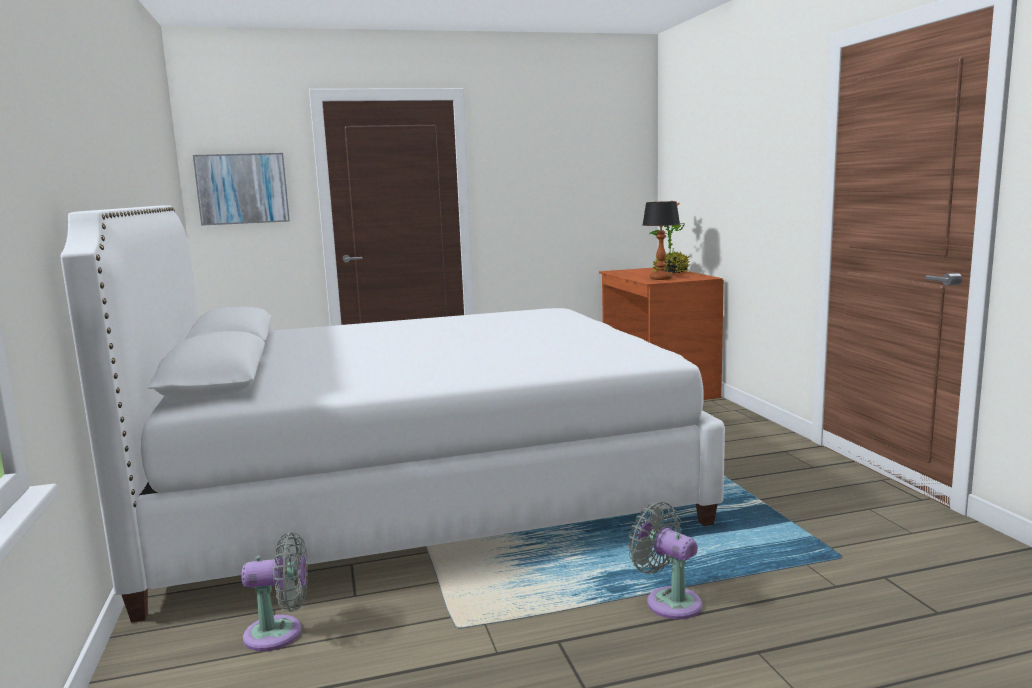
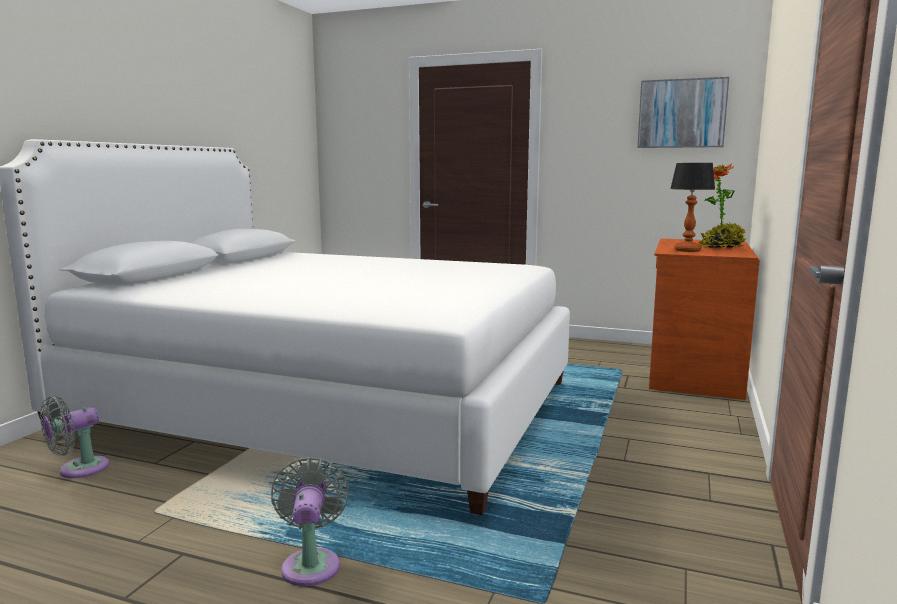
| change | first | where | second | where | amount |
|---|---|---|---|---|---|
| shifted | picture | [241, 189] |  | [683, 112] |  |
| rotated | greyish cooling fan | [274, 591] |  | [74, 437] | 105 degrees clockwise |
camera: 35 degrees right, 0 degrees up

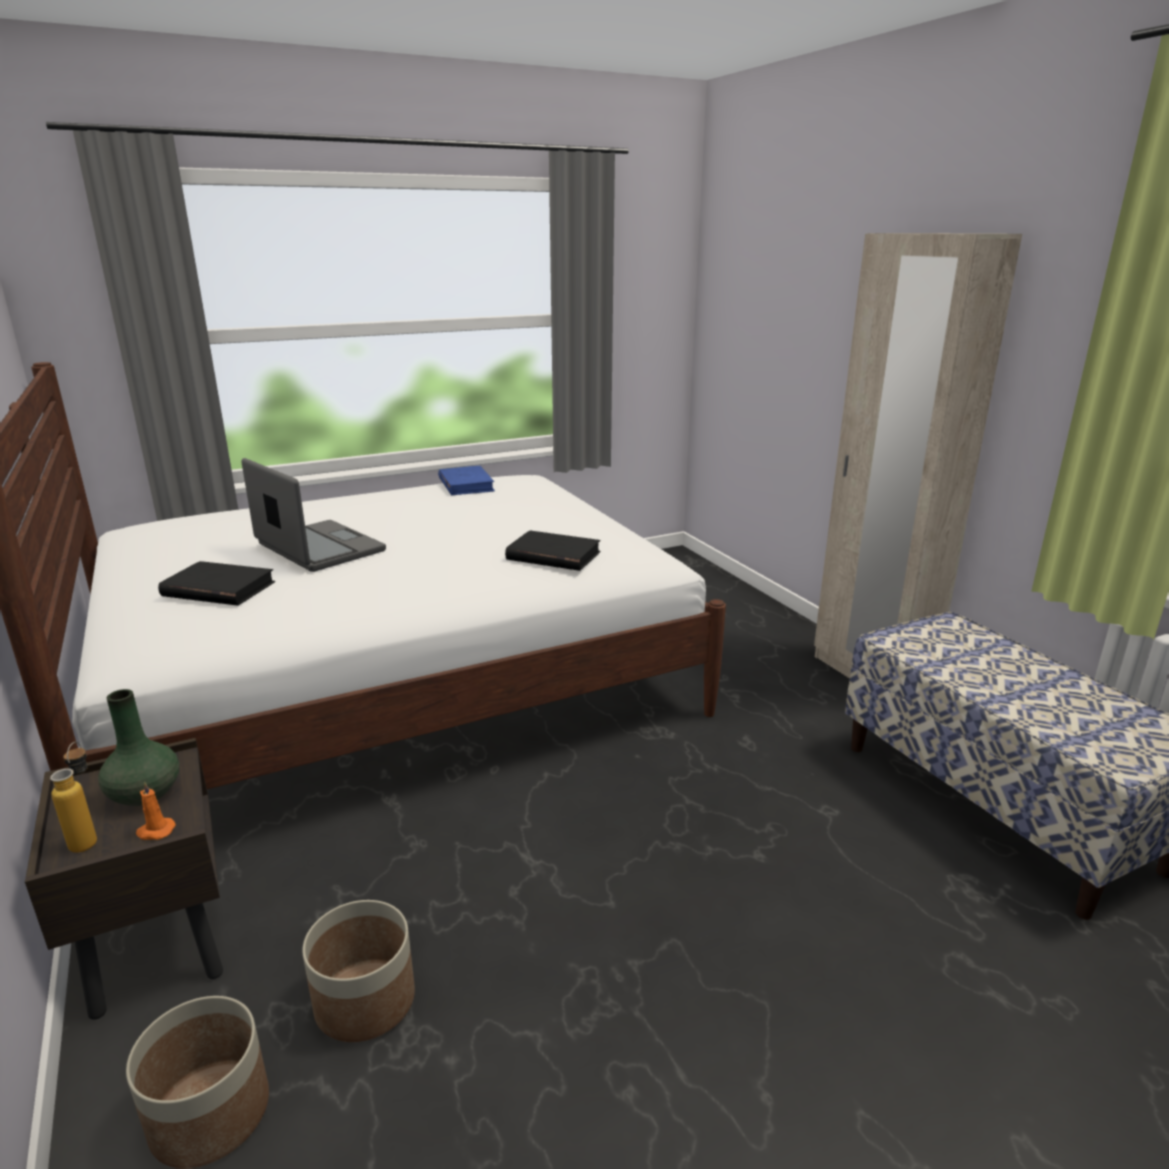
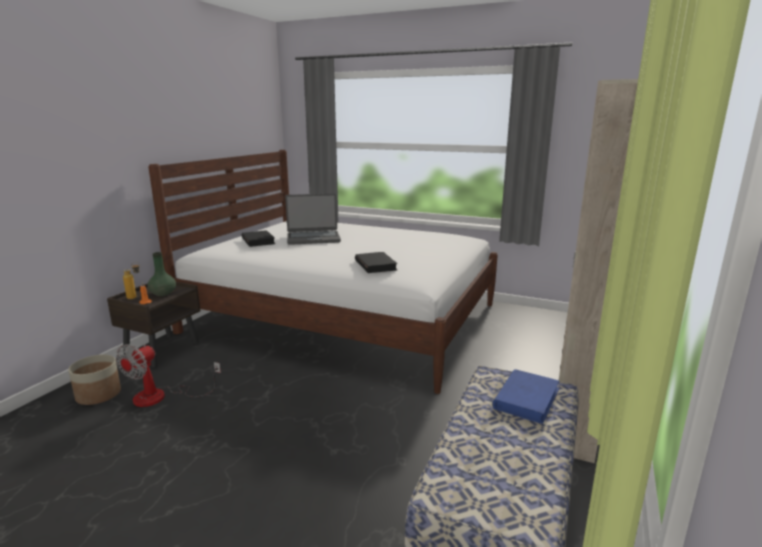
| change | first | where | second | where | amount |
|---|---|---|---|---|---|
| rotated | portable computer | [313, 515] |  | [313, 219] | 75 degrees clockwise |
| swapped | flower pot | [358, 971] | cooling fan | [168, 375] |  |
| shifted | blue-coloured bound book | [466, 480] |  | [525, 396] |  |
camera: 50 degrees right, 5 degrees down

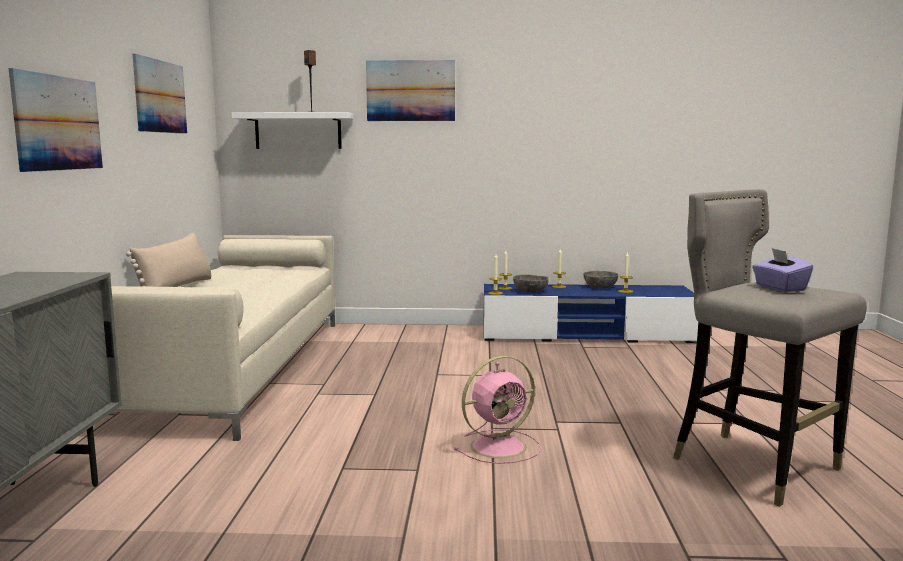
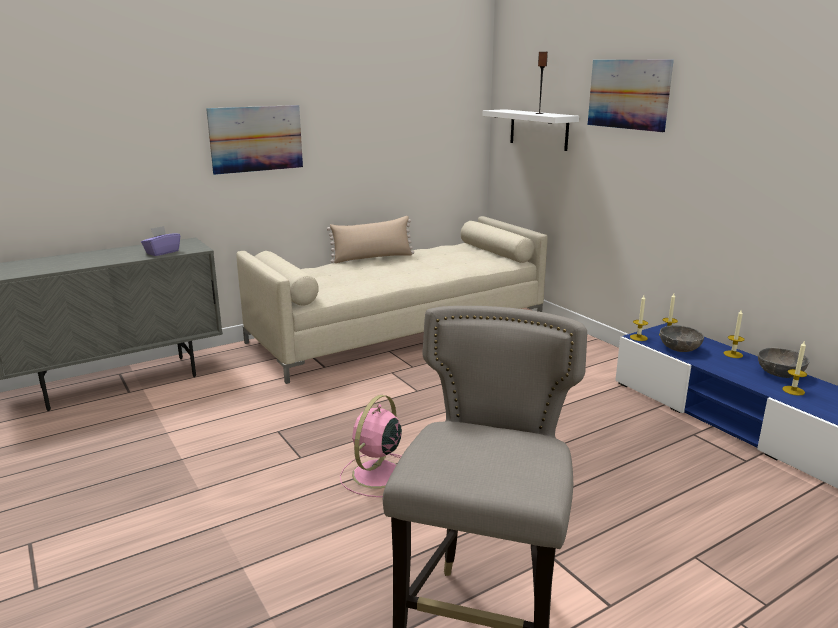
| change | first | where | second | where | amount |
|---|---|---|---|---|---|
| gone | picture | [160, 94] |  |  |  |
| rotated | pink cooling fan | [497, 410] |  | [371, 446] | 90 degrees clockwise |
| shifted | purple box of tissues | [782, 270] |  | [160, 241] |  |
camera: 55 degrees right, 10 degrees up

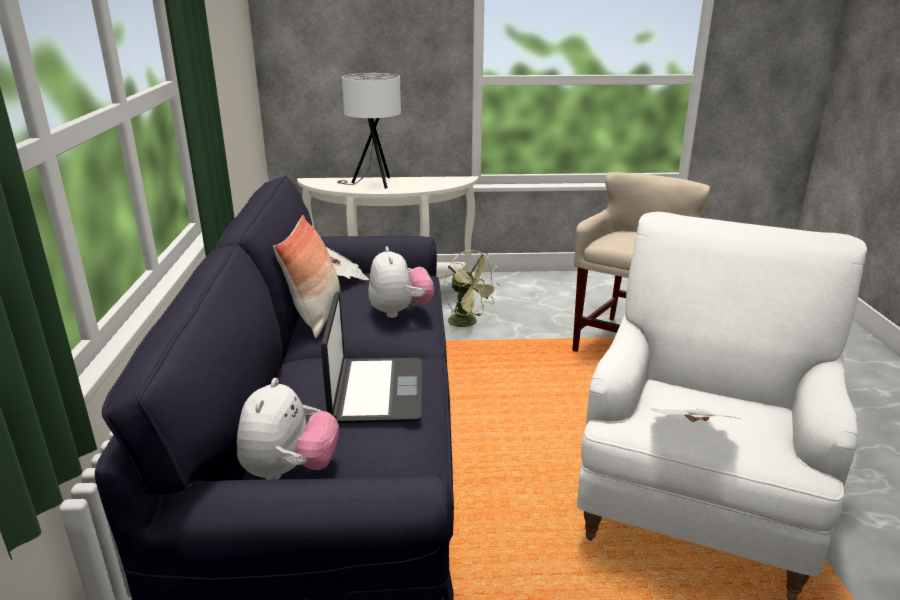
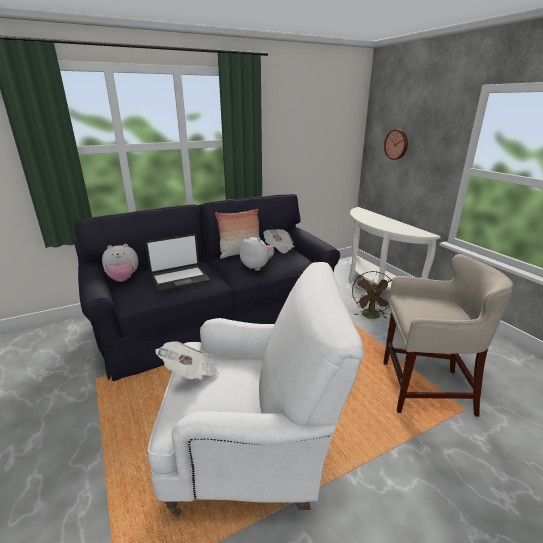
| change | first | where | second | where | amount |
|---|---|---|---|---|---|
| gone | white table lamp | [369, 131] |  |  |  |
| rotated | plush toy | [401, 282] |  | [257, 253] | 105 degrees counterclockwise |
| repainted | greenish cooling fan | [471, 291] | brown cooling fan | [372, 295] |  |
| new |  |  | hanging clock | [396, 144] |  |
camera: 65 degrees right, 0 degrees up

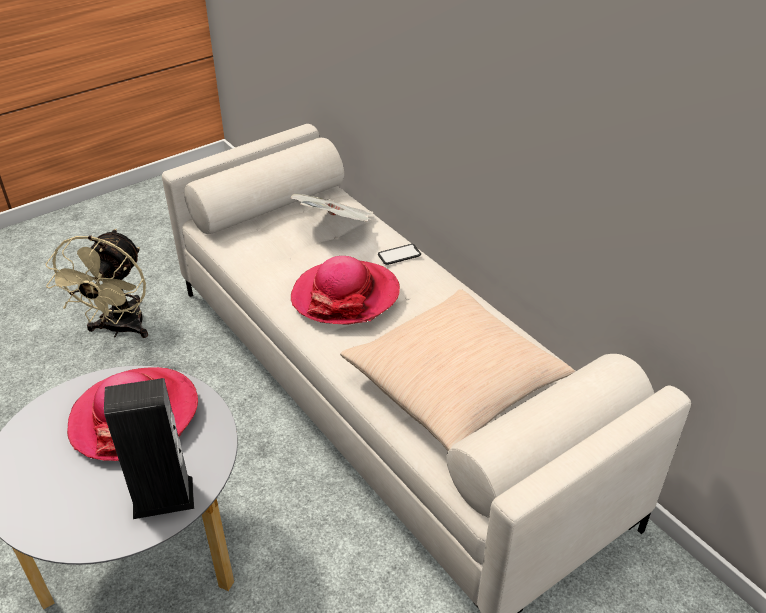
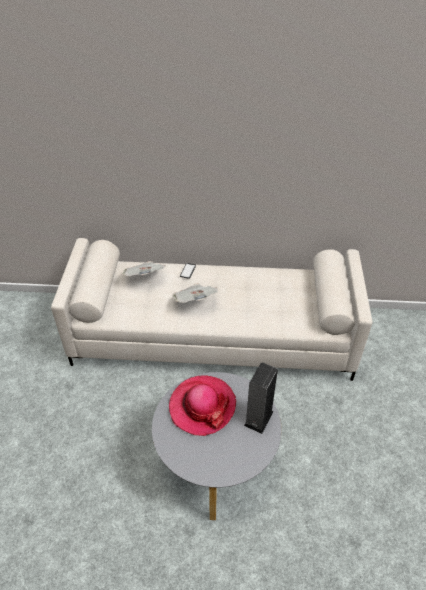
| change | first | where | second | where | amount |
|---|---|---|---|---|---|
| gone | sand-coloured cooling fan | [97, 283] |  |  |  |
| swapped | hat | [345, 290] | daily paper | [195, 293] |  |
| gone | sand-coloured throw pillow | [457, 370] |  |  |  |
camera: 50 degrees left, 5 degrees up

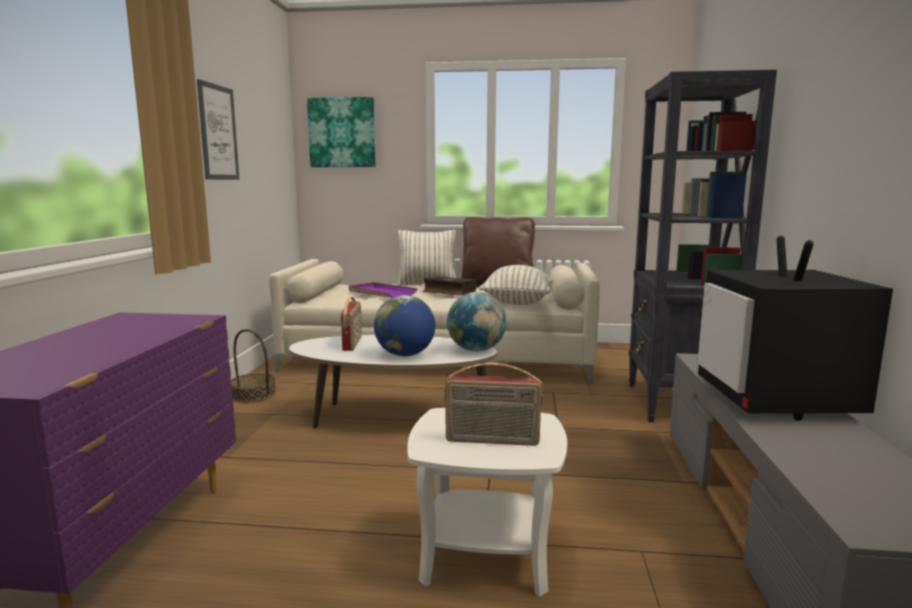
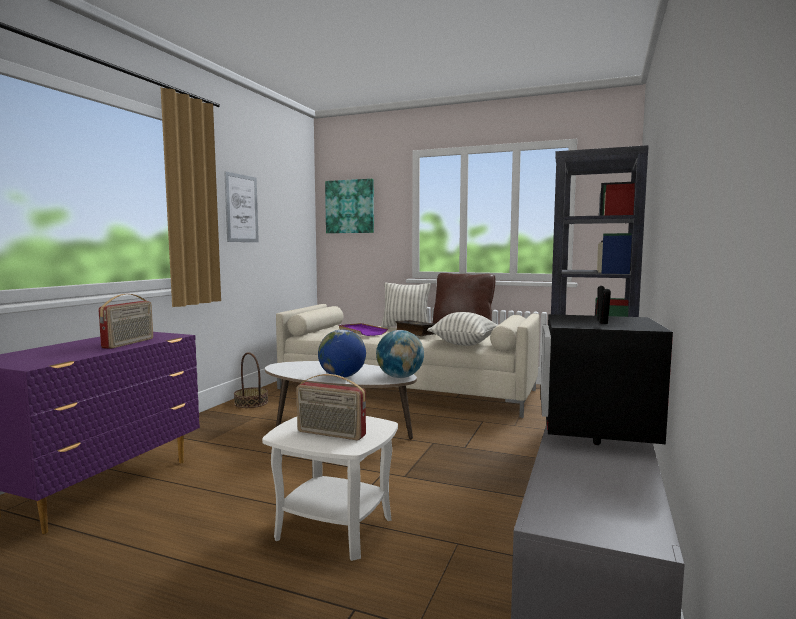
| change | first | where | second | where | amount |
|---|---|---|---|---|---|
| shifted | radio | [351, 324] |  | [126, 321] |  |
camera: 15 degrees right, 5 degrees down

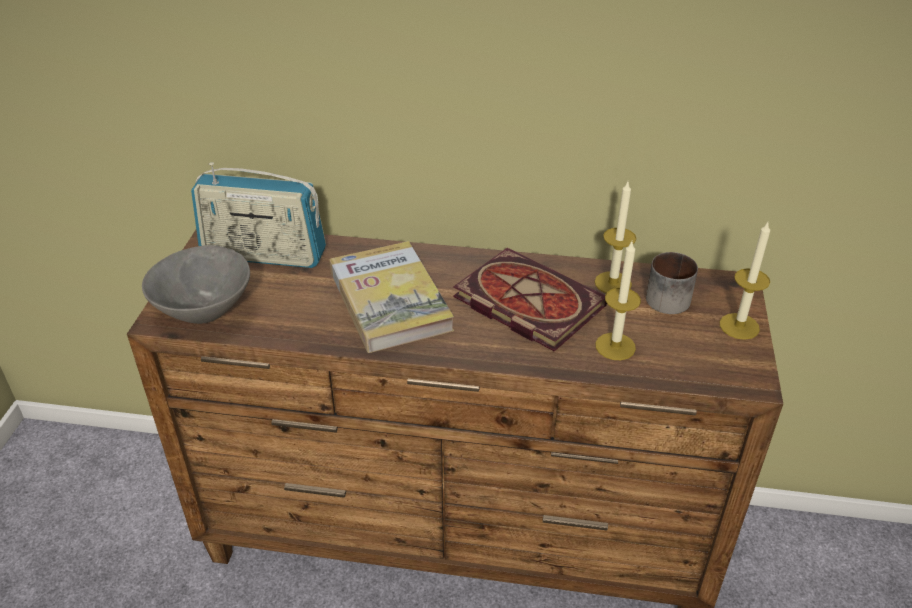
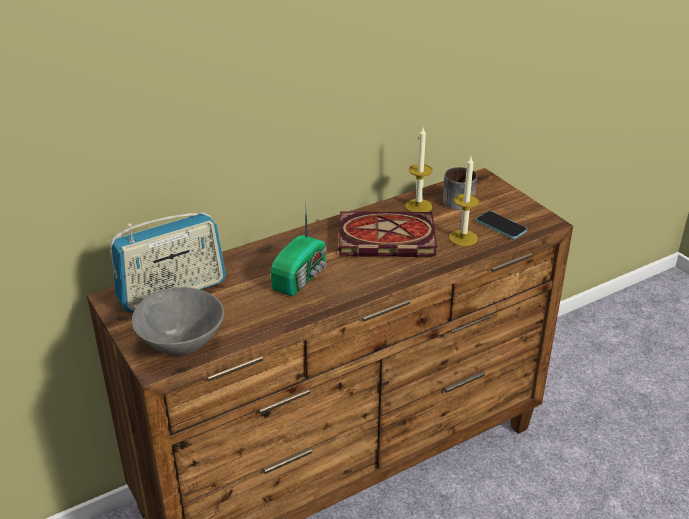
| change | first | where | second | where | amount |
|---|---|---|---|---|---|
| swapped | bound book | [391, 297] | radio | [299, 250] |  |
| gone | wax candle | [745, 281] |  |  |  |
| new |  |  | telephone | [501, 225] |  |
camera: 40 degrees left, 5 degrees down

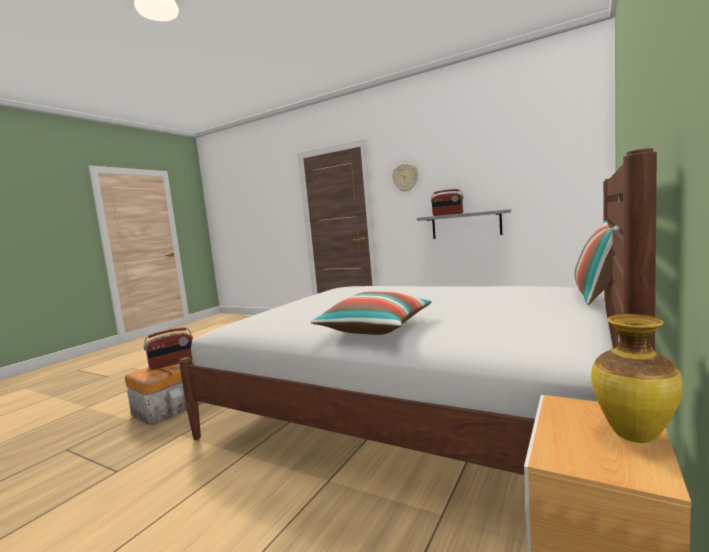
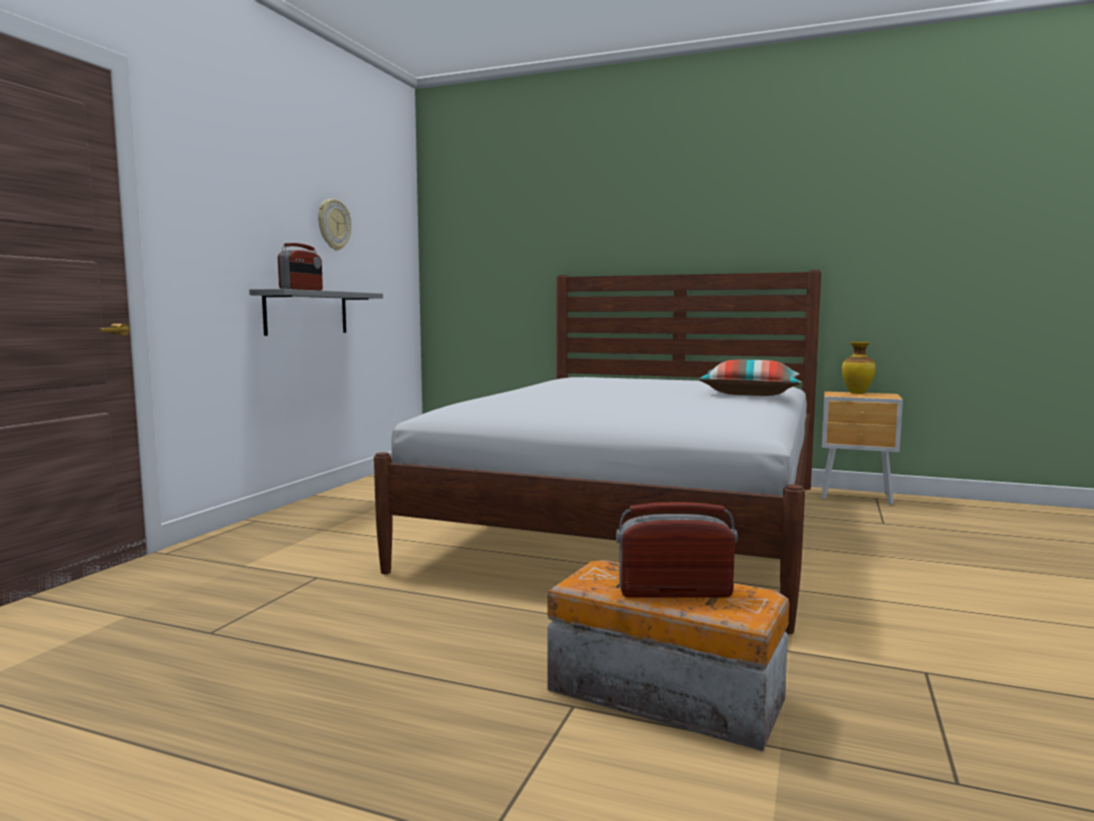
| change | first | where | second | where | amount |
|---|---|---|---|---|---|
| rotated | radio | [168, 348] |  | [677, 549] | 45 degrees counterclockwise |
| shifted | hanging clock | [405, 177] |  | [334, 224] |  |
| gone | throw pillow | [596, 262] |  |  |  |
camera: 100 degrees left, 0 degrees up

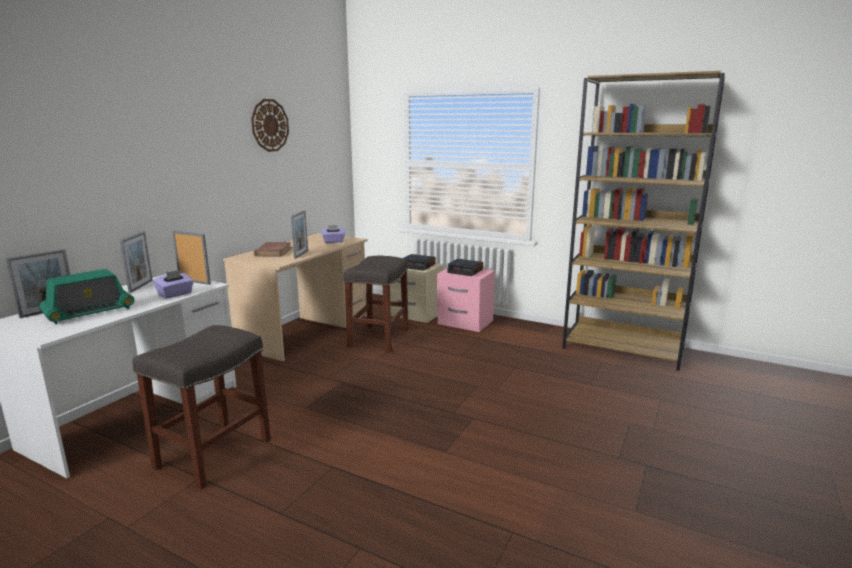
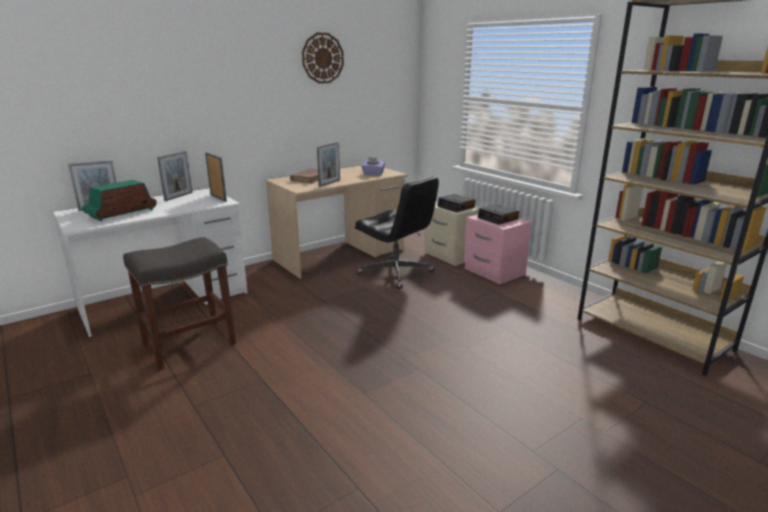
| change | first | where | second | where | amount |
|---|---|---|---|---|---|
| rotated | radio | [86, 296] |  | [119, 200] | 150 degrees clockwise |
| gone | purple box of tissues | [173, 284] |  |  |  |
| swapped | greyish stool | [375, 304] | black-coloured desk chair | [397, 232] |  |
camera: 25 degrees right, 5 degrees up

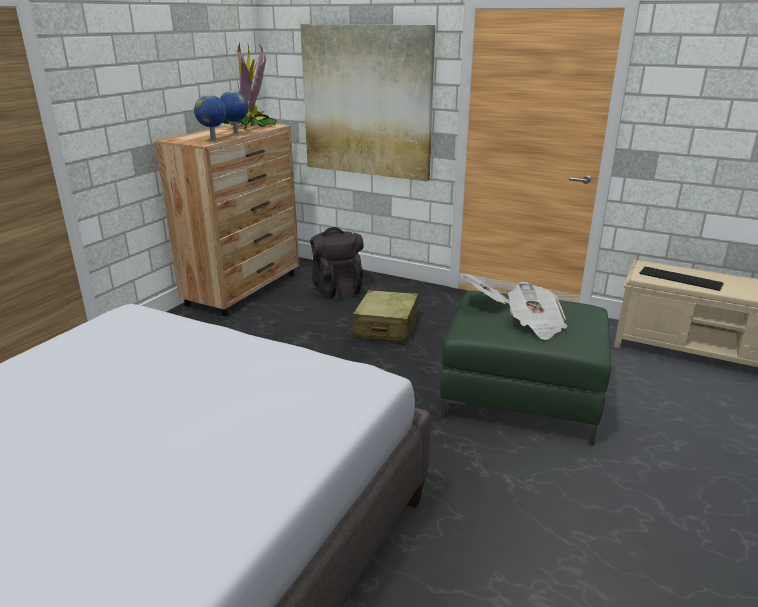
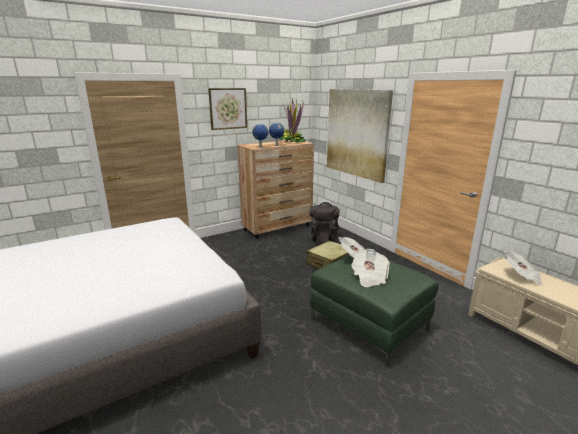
| change | first | where | second | where | amount |
|---|---|---|---|---|---|
| swapped | computer keyboard | [681, 279] | daily paper | [524, 268] |  |
| new |  |  | picture | [227, 109] |  |
camera: 30 degrees right, 5 degrees down

